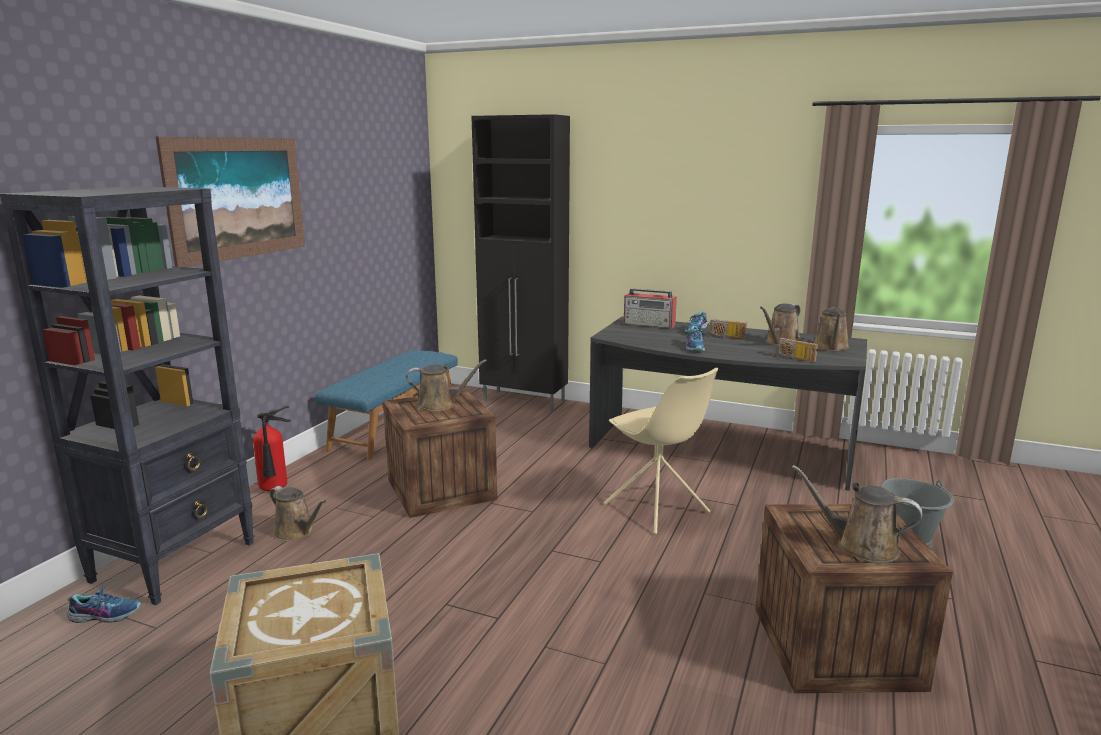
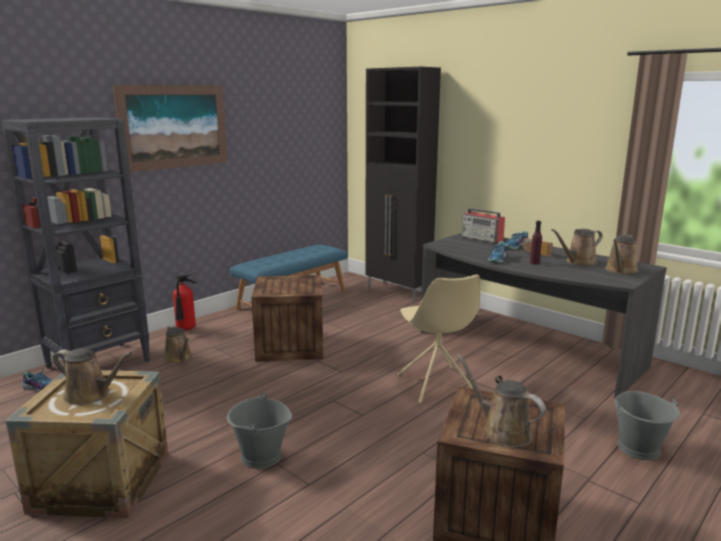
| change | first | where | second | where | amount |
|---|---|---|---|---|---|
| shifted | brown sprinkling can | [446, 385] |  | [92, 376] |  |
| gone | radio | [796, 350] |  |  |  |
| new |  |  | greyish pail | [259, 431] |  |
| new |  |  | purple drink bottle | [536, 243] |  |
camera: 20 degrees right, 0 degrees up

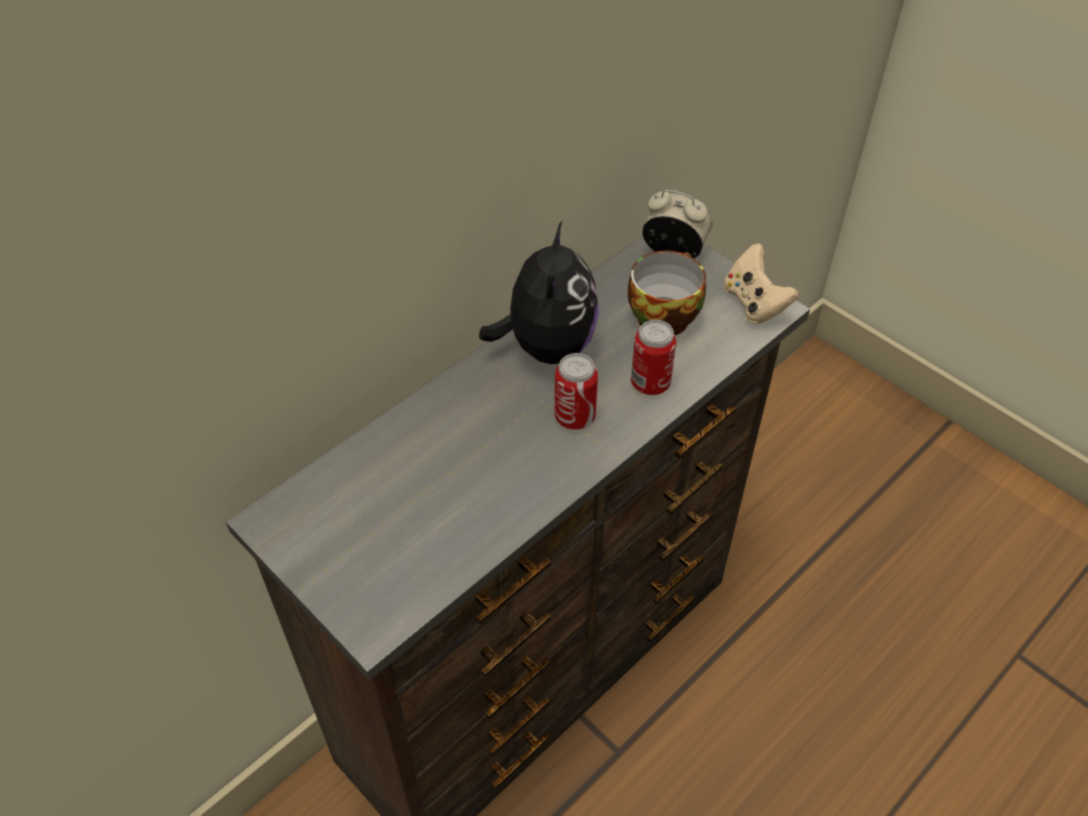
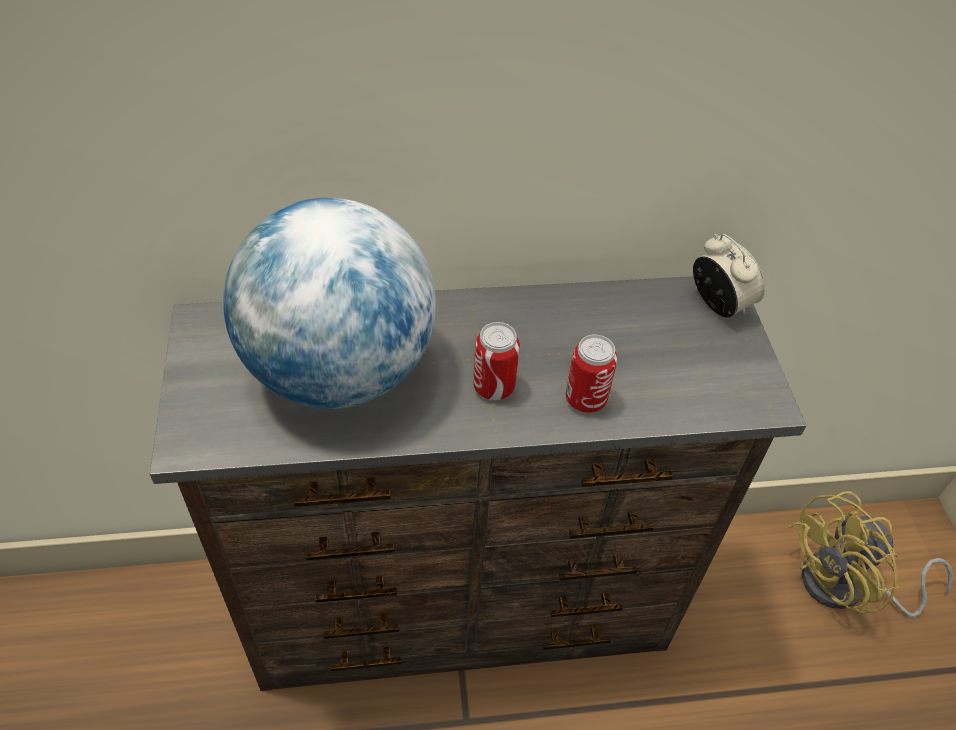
| change | first | where | second | where | amount |
|---|---|---|---|---|---|
| gone | plush toy | [539, 292] |  |  |  |
| gone | small cup | [667, 292] |  |  |  |
| gone | sand-coloured game controller | [761, 283] |  |  |  |
| new |  |  | world globe | [329, 303] |  |
| new |  |  | yellow cooling fan | [870, 554] |  |
camera: 35 degrees right, 0 degrees up

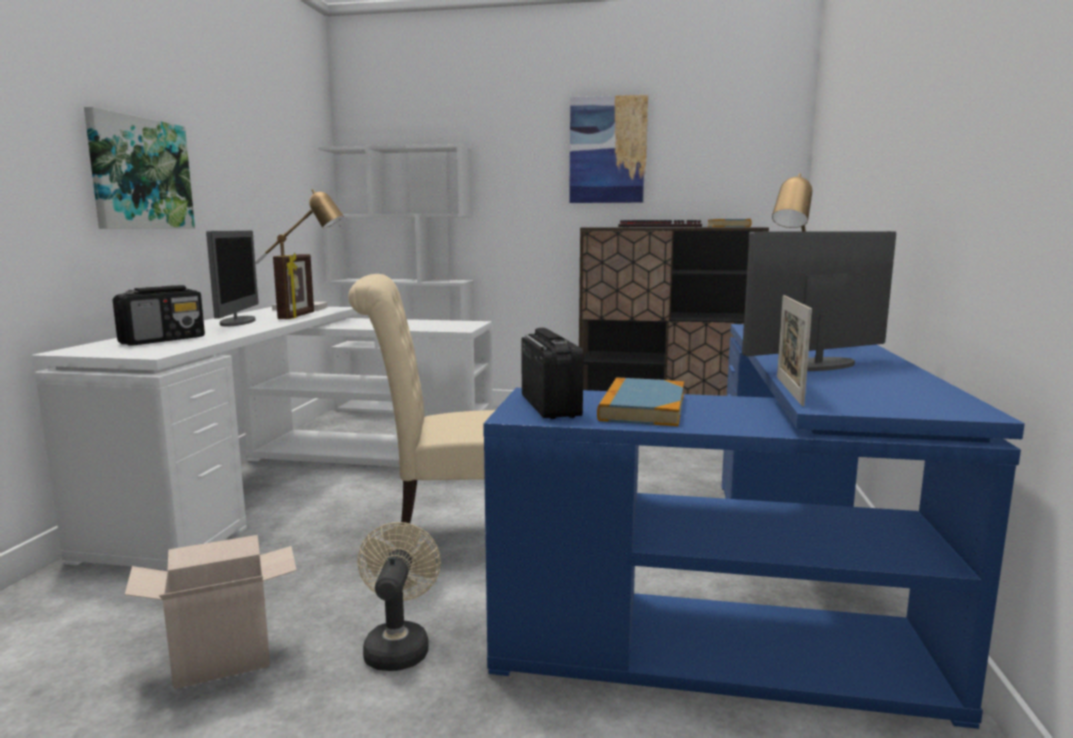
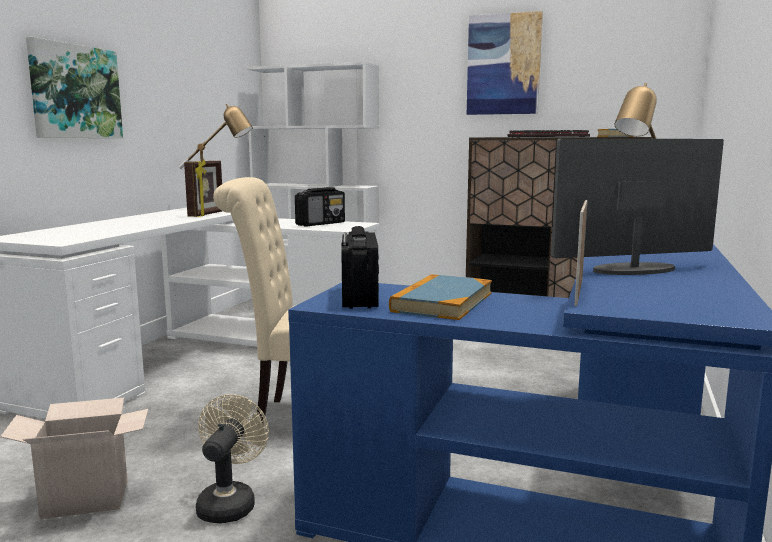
| change | first | where | second | where | amount |
|---|---|---|---|---|---|
| shifted | radio | [159, 315] |  | [320, 207] |  |
| gone | computer display | [232, 278] |  |  |  |
camera: 10 degrees right, 0 degrees up

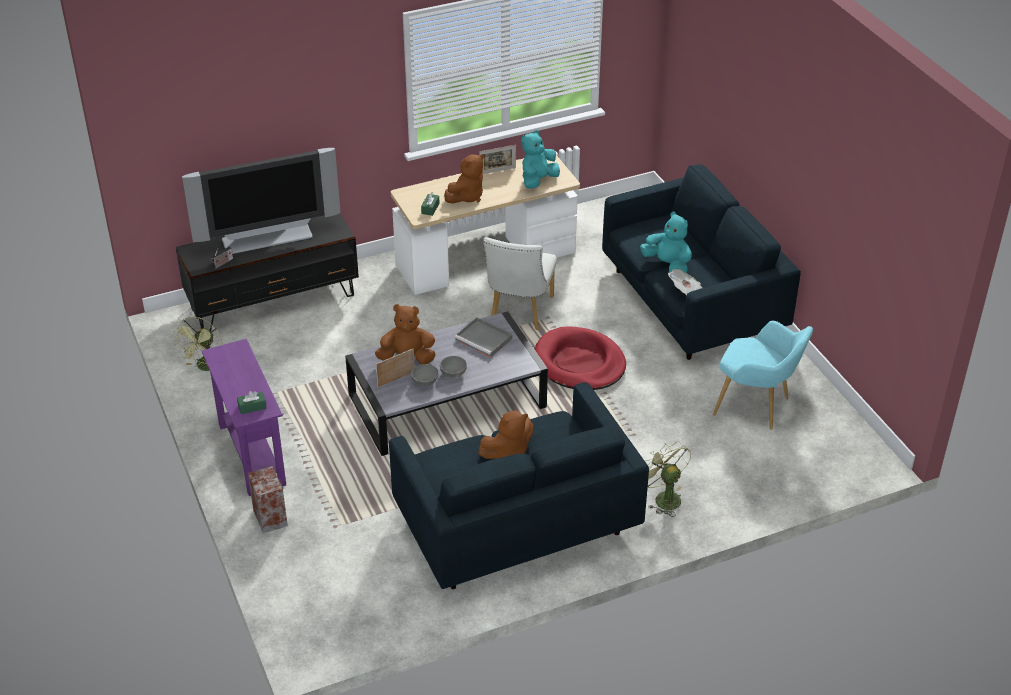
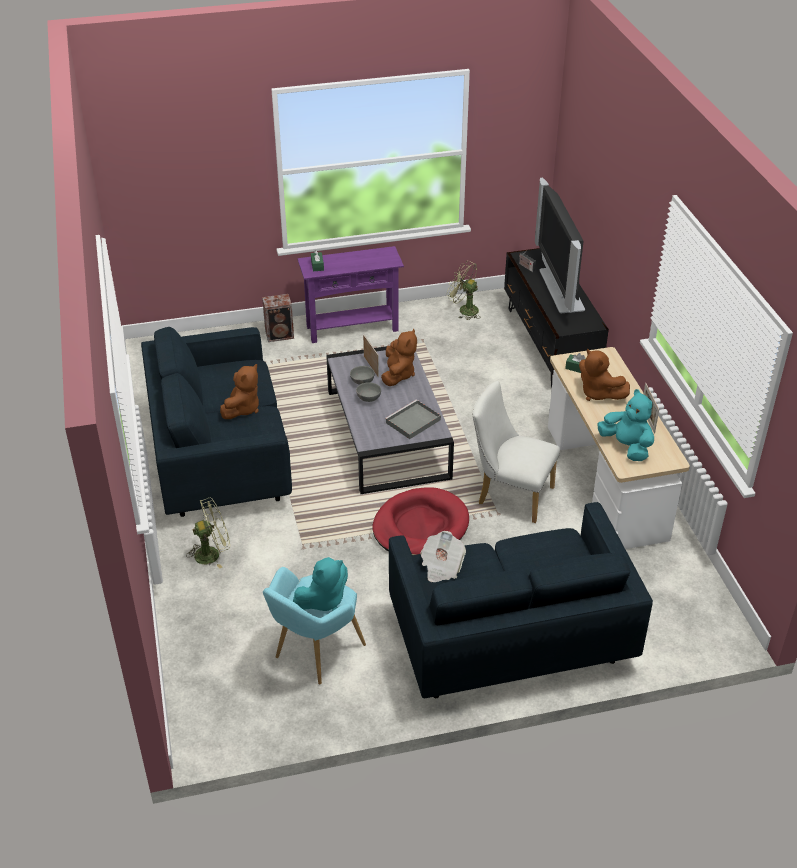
| change | first | where | second | where | amount |
|---|---|---|---|---|---|
| rotated | brown plush toy | [505, 434] |  | [239, 391] | 135 degrees counterclockwise |
| shifted | blue-green plush toy | [666, 242] |  | [320, 584] |  |
camera: 100 degrees right, 0 degrees up

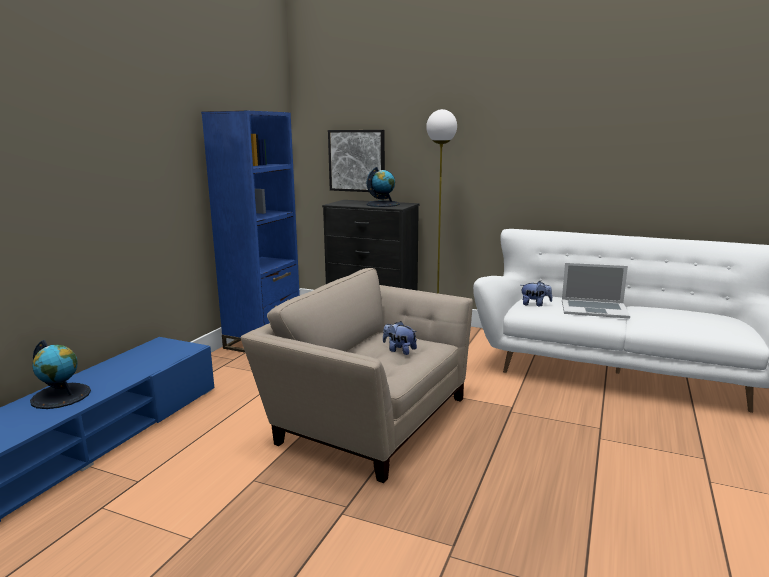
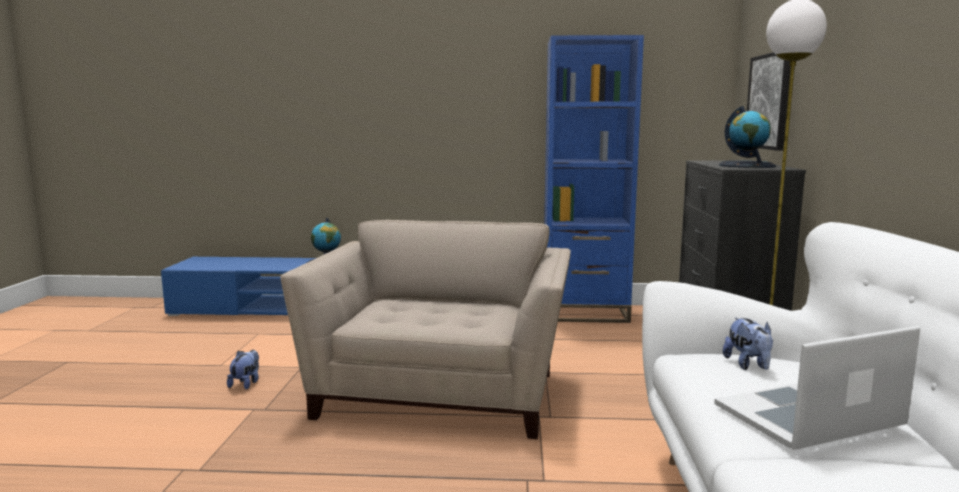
| change | first | where | second | where | amount |
|---|---|---|---|---|---|
| shifted | plush toy | [400, 338] |  | [243, 369] |  |
| rotated | portable computer | [596, 291] |  | [817, 388] | 75 degrees clockwise |
camera: 70 degrees right, 5 degrees down

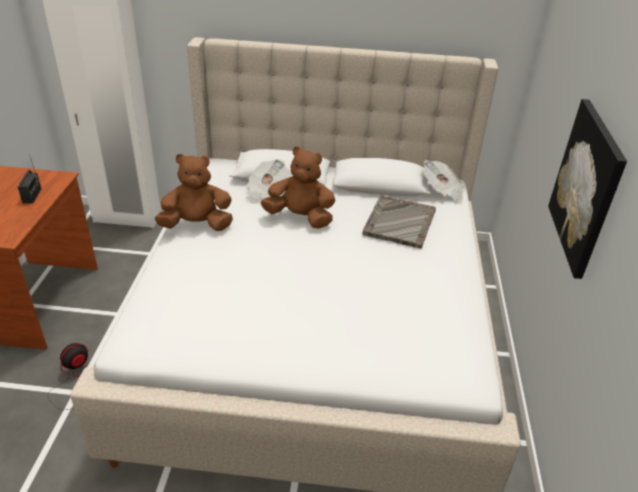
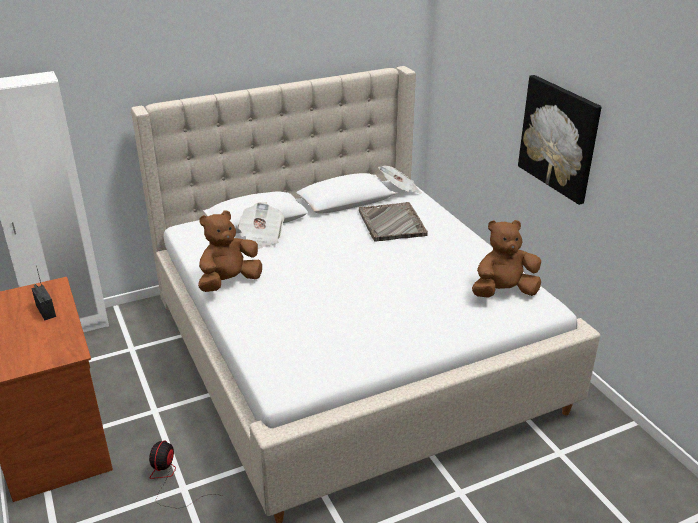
| change | first | where | second | where | amount |
|---|---|---|---|---|---|
| shifted | brown plush toy | [298, 188] |  | [506, 259] |  |
camera: 30 degrees left, 5 degrees down

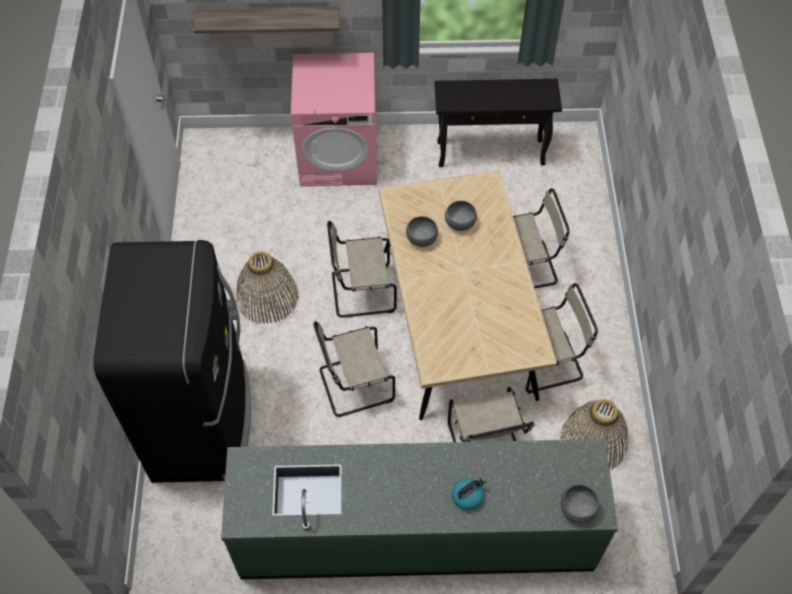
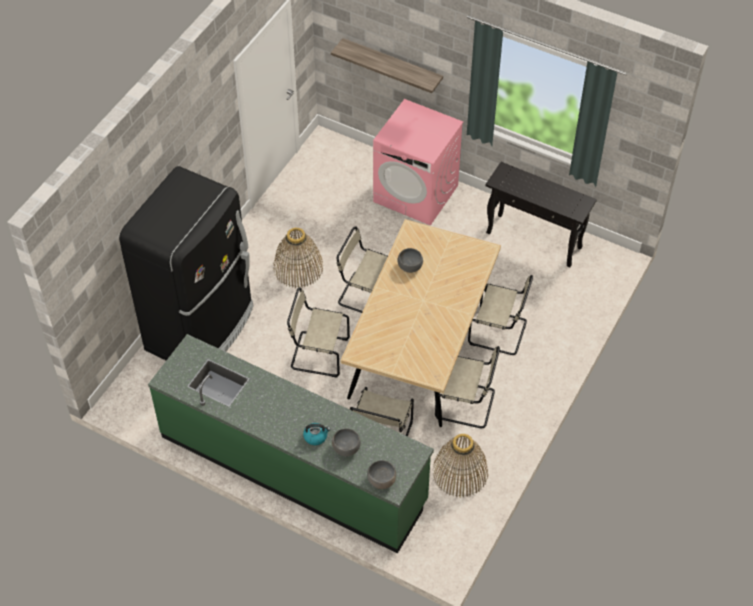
| change | first | where | second | where | amount |
|---|---|---|---|---|---|
| shifted | greyish deep dish | [461, 216] |  | [346, 442] |  |
camera: 30 degrees right, 5 degrees down

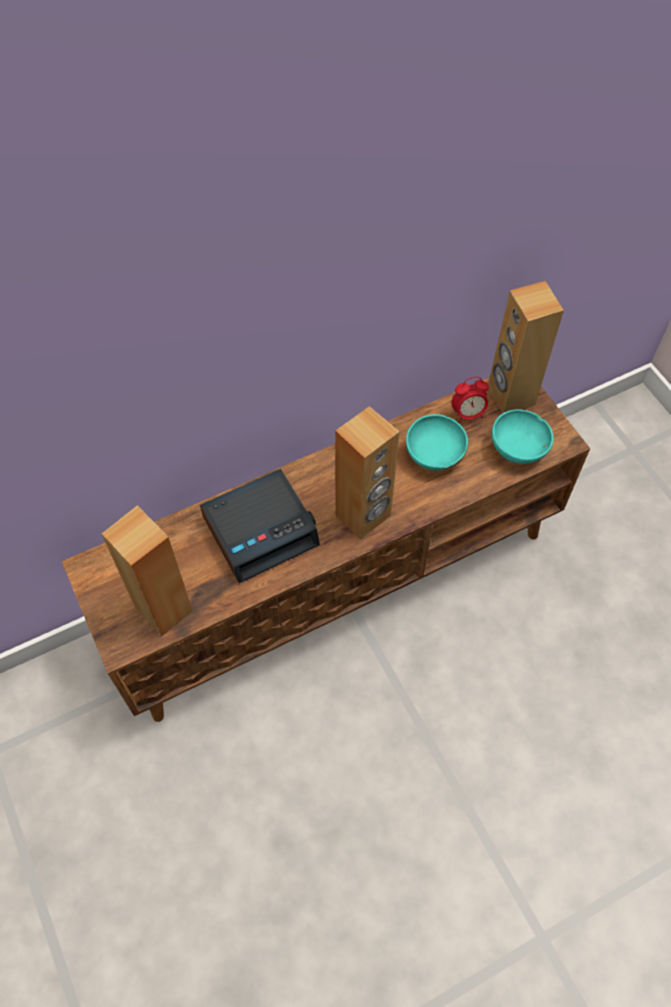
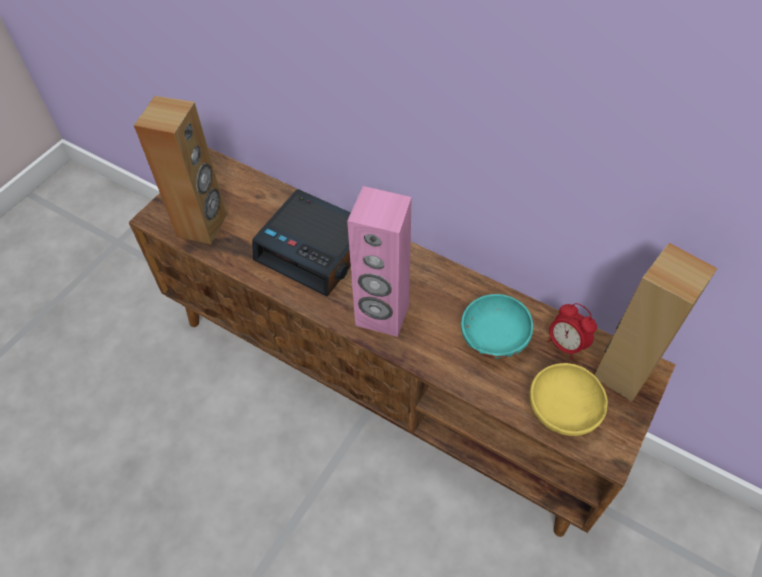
| change | first | where | second | where | amount |
|---|---|---|---|---|---|
| repainted | brown audio speaker | [367, 473] | pink audio speaker | [379, 261] |  |
| repainted | blue-green deep dish | [522, 436] | yellow deep dish | [568, 399] |  |
camera: 60 degrees right, 5 degrees down

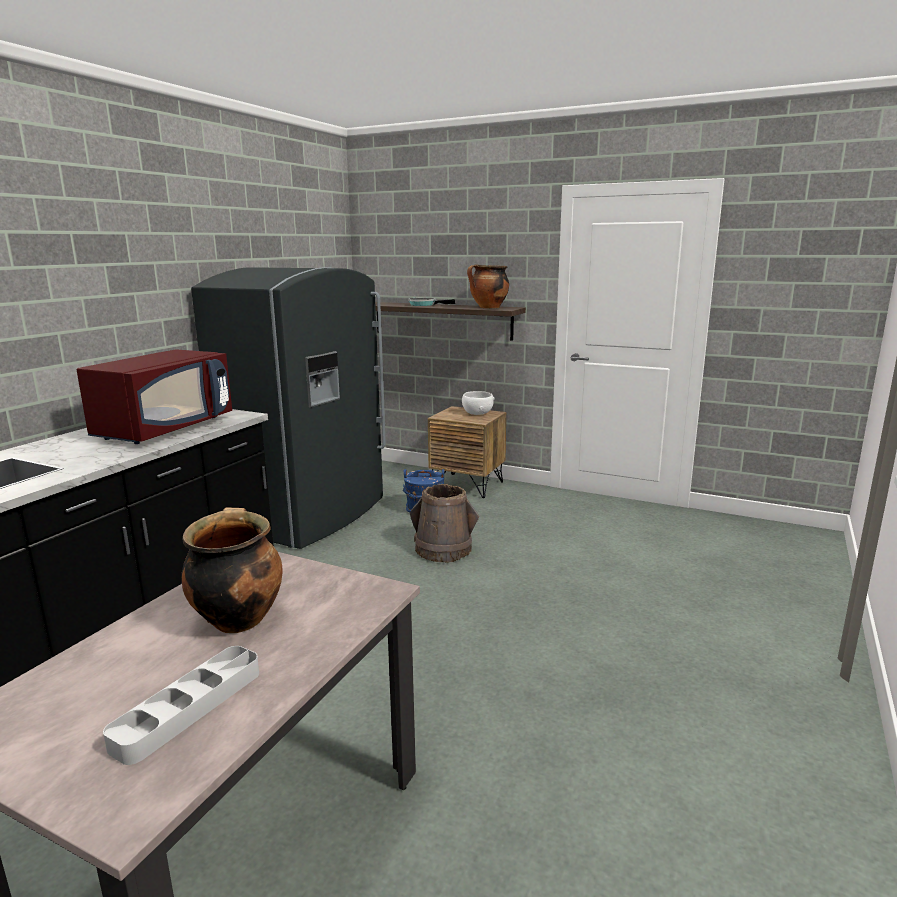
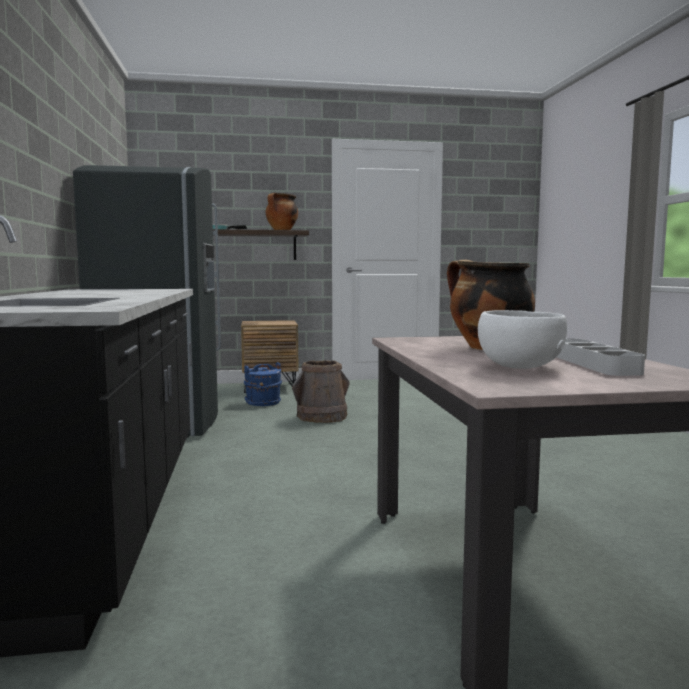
| change | first | where | second | where | amount |
|---|---|---|---|---|---|
| gone | red-coloured microwave | [154, 396] |  |  |  |
| shifted | white deep dish | [478, 403] |  | [522, 339] |  |
camera: 35 degrees left, 10 degrees down

